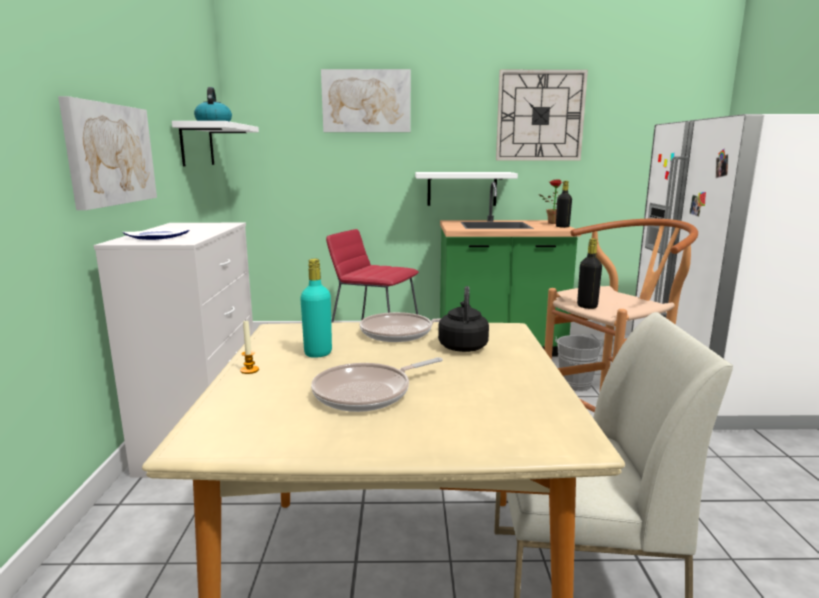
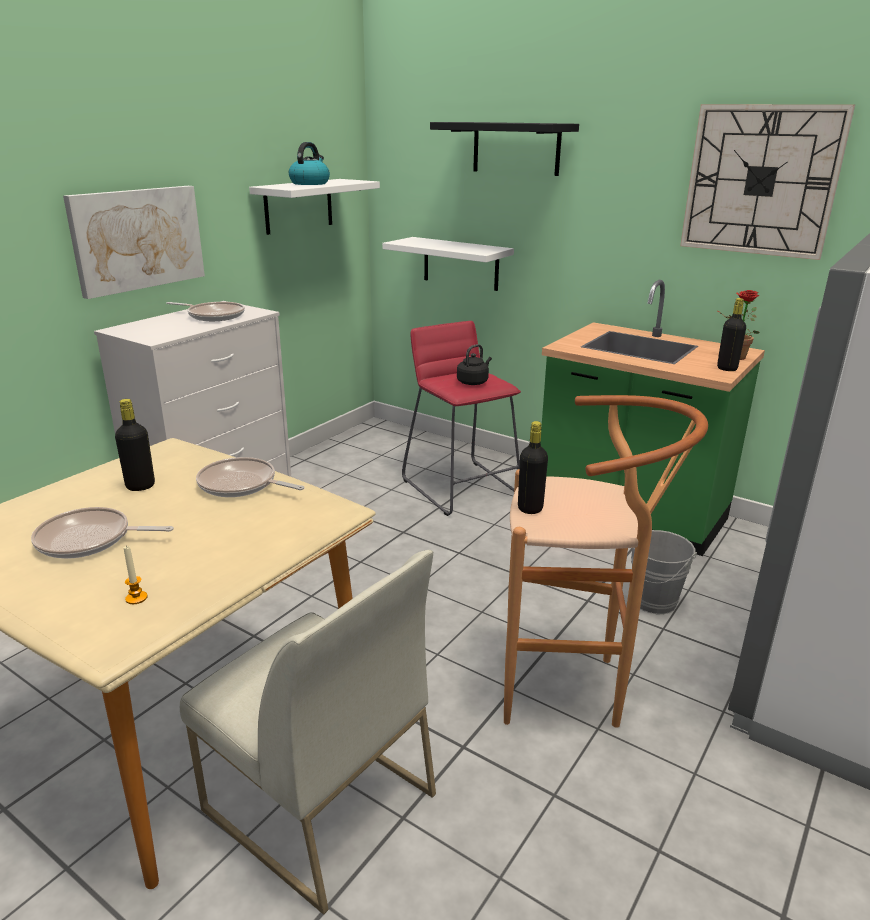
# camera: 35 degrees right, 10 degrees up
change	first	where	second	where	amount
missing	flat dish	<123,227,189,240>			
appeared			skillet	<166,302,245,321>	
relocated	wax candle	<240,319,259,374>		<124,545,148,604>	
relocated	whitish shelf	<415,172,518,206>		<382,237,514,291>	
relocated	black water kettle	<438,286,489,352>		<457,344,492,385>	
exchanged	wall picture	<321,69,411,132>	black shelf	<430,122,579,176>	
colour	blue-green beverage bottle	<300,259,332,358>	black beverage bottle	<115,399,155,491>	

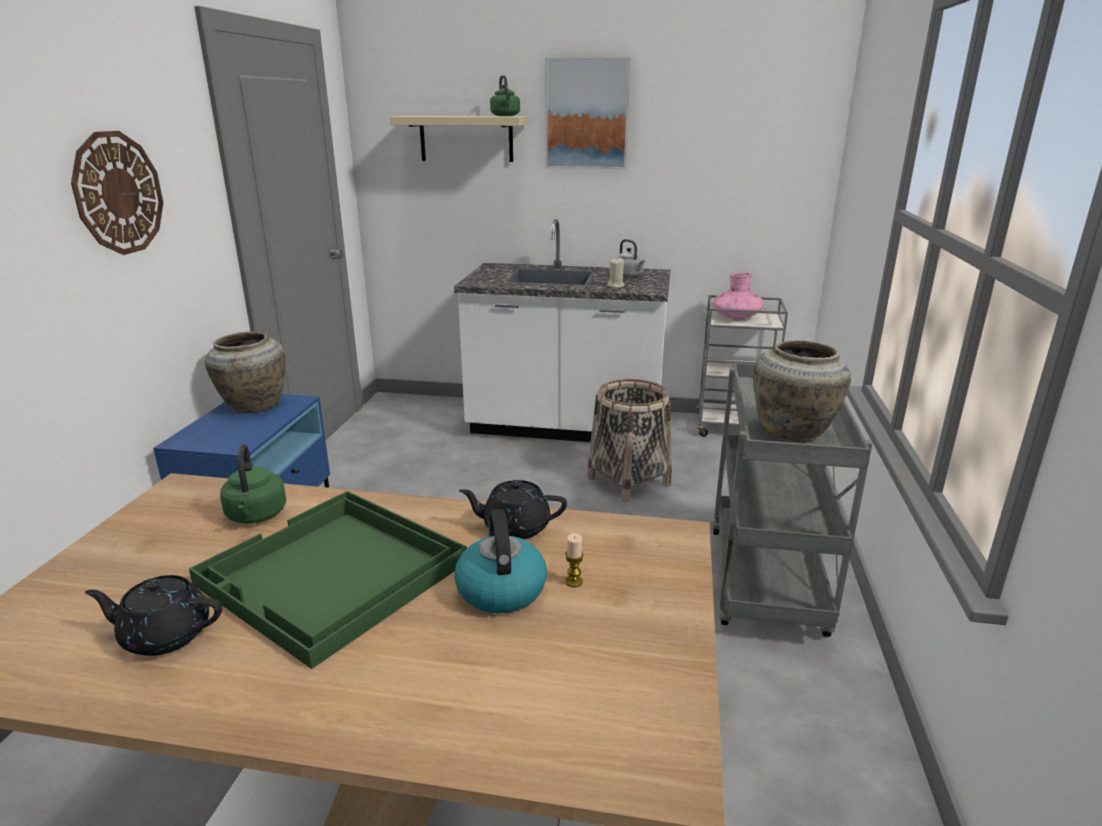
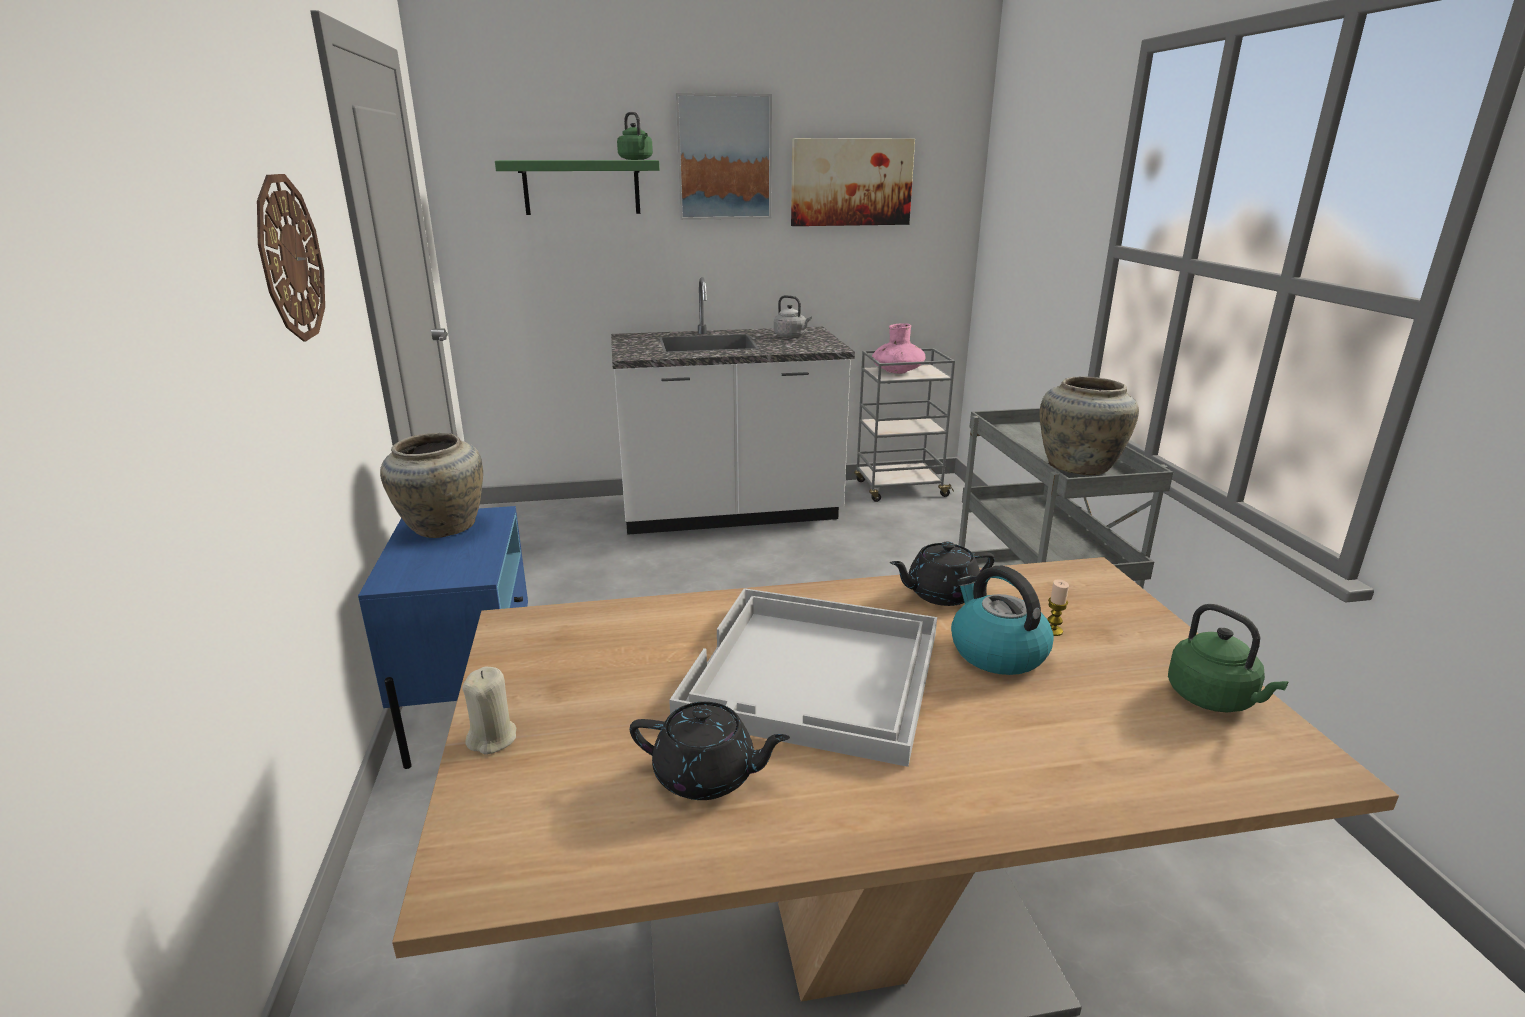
# camera: 20 degrees left, 0 degrees up
change	first	where	second	where	amount
missing	household basket	<587,379,672,502>			
appeared			wall picture	<791,138,915,226>	
relocated	greenish water kettle	<220,444,287,524>		<1168,604,1289,712>	
relocated	beige-coloured wax candle	<607,258,624,288>		<462,666,516,755>	
colour	greenish serving tray	<189,491,467,669>	whitish serving tray	<669,588,937,767>	
colour	beige-coloured shelf	<390,116,528,162>	greenish shelf	<495,160,660,215>	
spun	black teapot	<85,575,222,656>		<630,702,790,800>	150 degrees counterclockwise

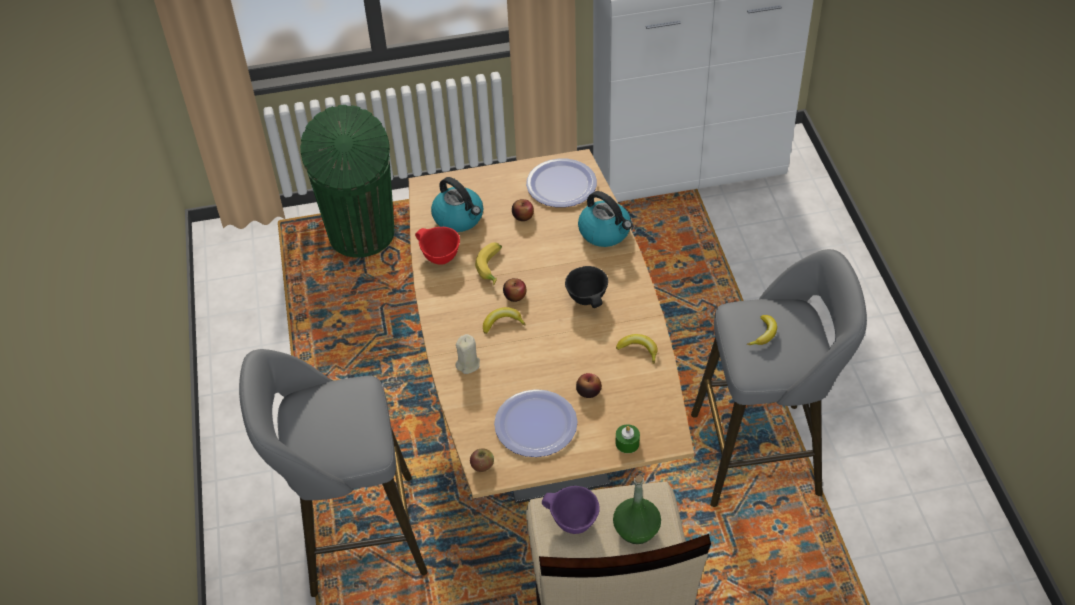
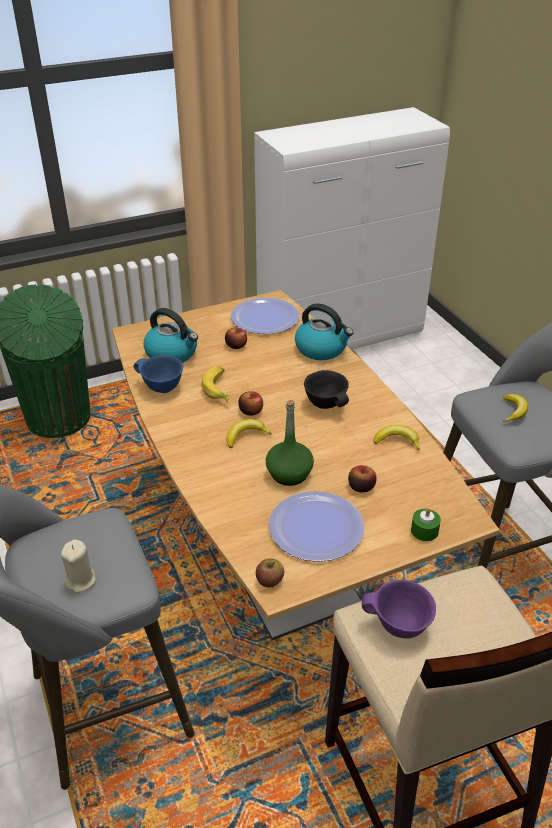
# camera: 15 degrees left, 10 degrees down
change	first	where	second	where	amount
relocated	beige-coloured wax candle	<455,334,480,374>		<61,539,95,593>	
relocated	greenish beverage bottle	<613,475,661,544>		<266,400,314,486>	
colour	reddish serving bowl	<415,227,460,265>	bluish serving bowl	<133,355,183,393>	

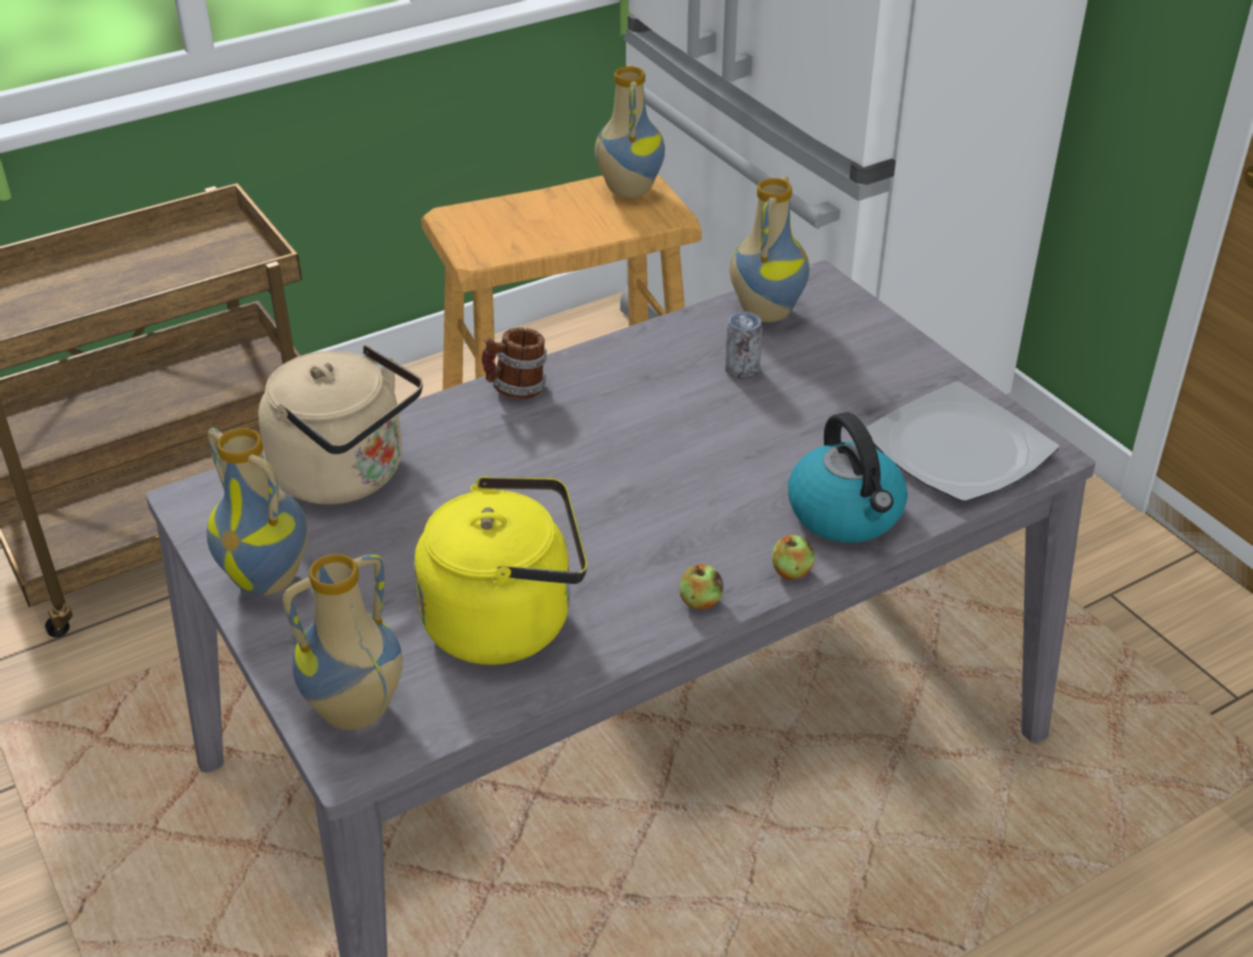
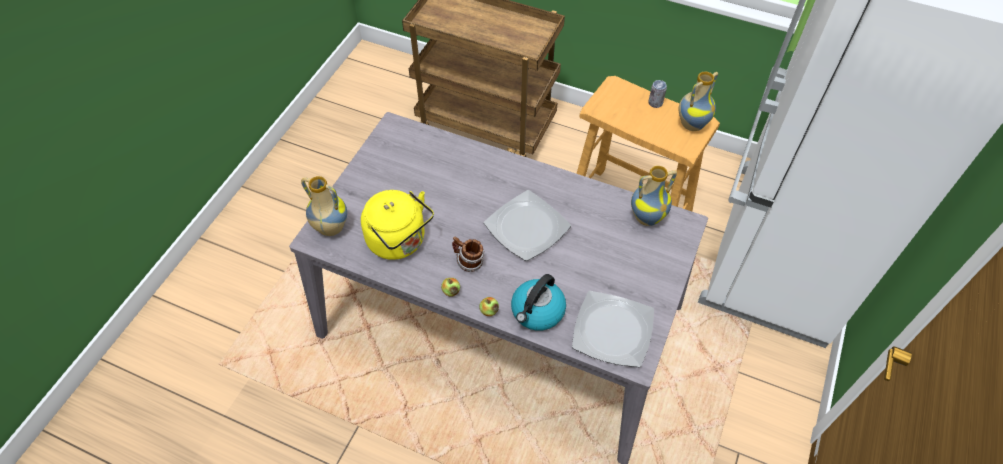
# camera: 55 degrees right, 15 degrees up
change	first	where	second	where	amount
missing	decorative vase	<206,428,308,595>			
missing	beige-coloured water kettle	<258,345,423,505>			
appeared			flat dish	<484,190,571,261>	
relocated	tea mug	<482,327,547,399>		<452,237,485,272>	
relocated	sealed can	<725,312,762,379>		<648,80,667,108>	

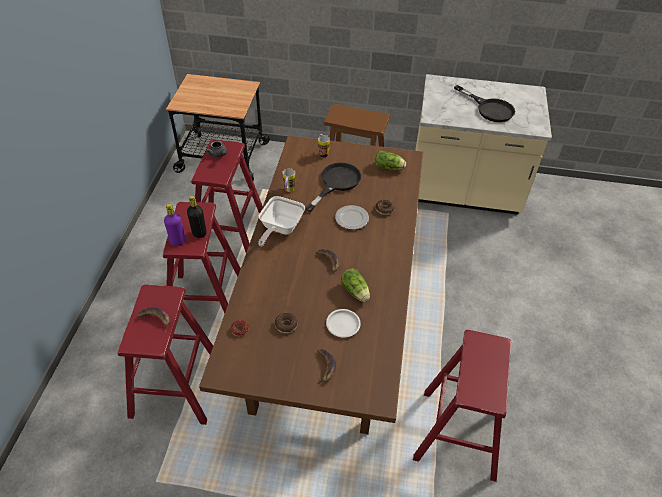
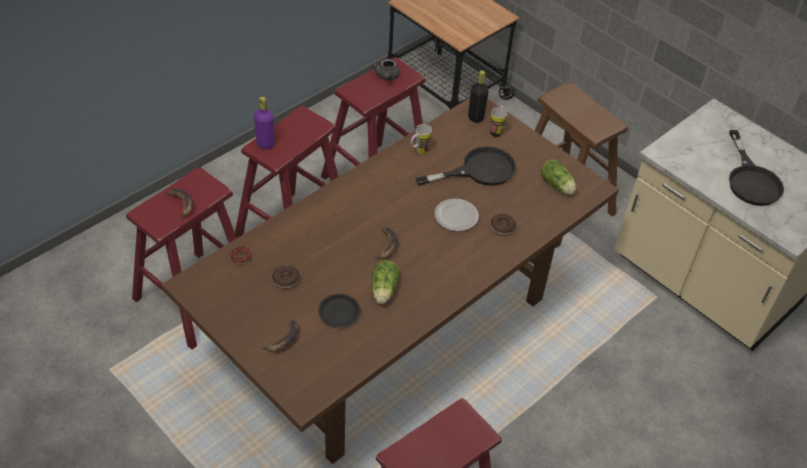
# camera: 35 degrees right, 0 degrees up
change	first	where	second	where	amount
missing	skillet	<258,196,305,247>			
relocated	black beverage bottle	<187,195,207,238>		<468,70,489,123>	
colour	whitish flat dish	<326,309,361,338>	black flat dish	<318,294,360,327>	

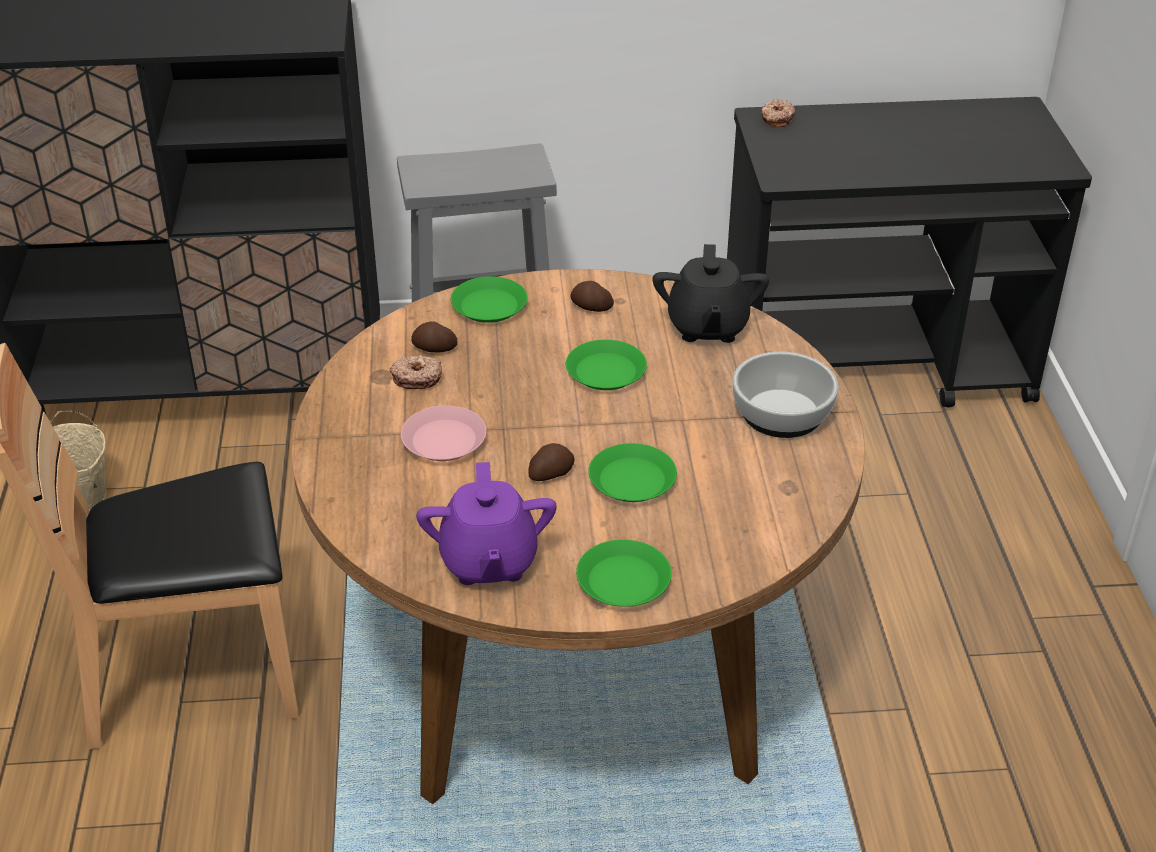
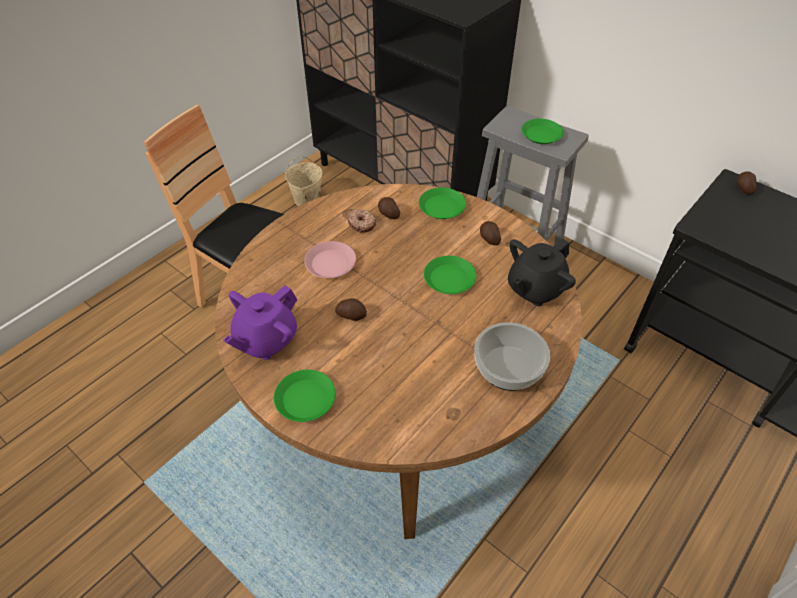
# camera: 45 degrees right, 10 degrees up
change	first	where	second	where	amount
relocated	greenish flat dish	<588,443,677,502>		<522,119,564,144>	
exchanged	doughnut	<761,99,795,127>	spud	<737,171,757,195>	

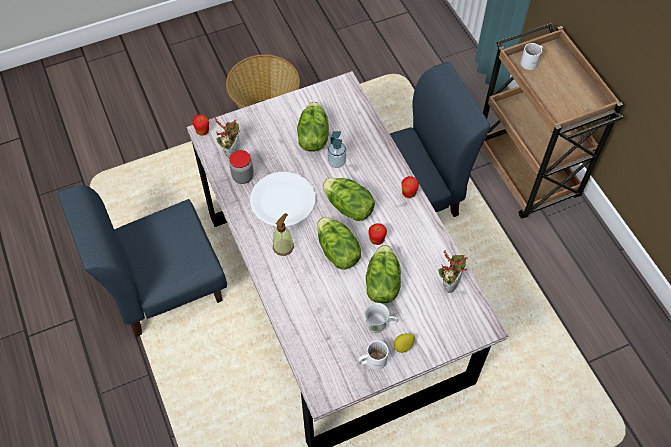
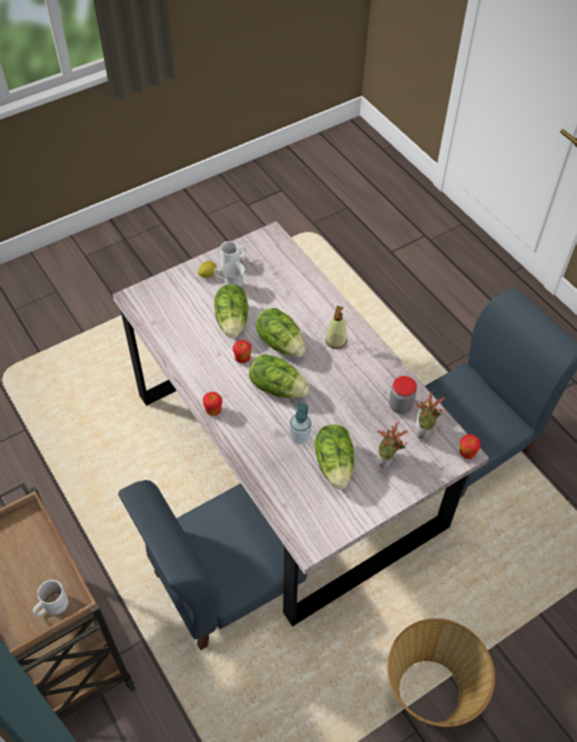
# camera: 170 degrees right, 5 degrees down
change	first	where	second	where	amount
missing	whitish flat dish	<250,172,315,227>			
relocated	houseplant	<438,250,468,293>		<378,422,408,468>	

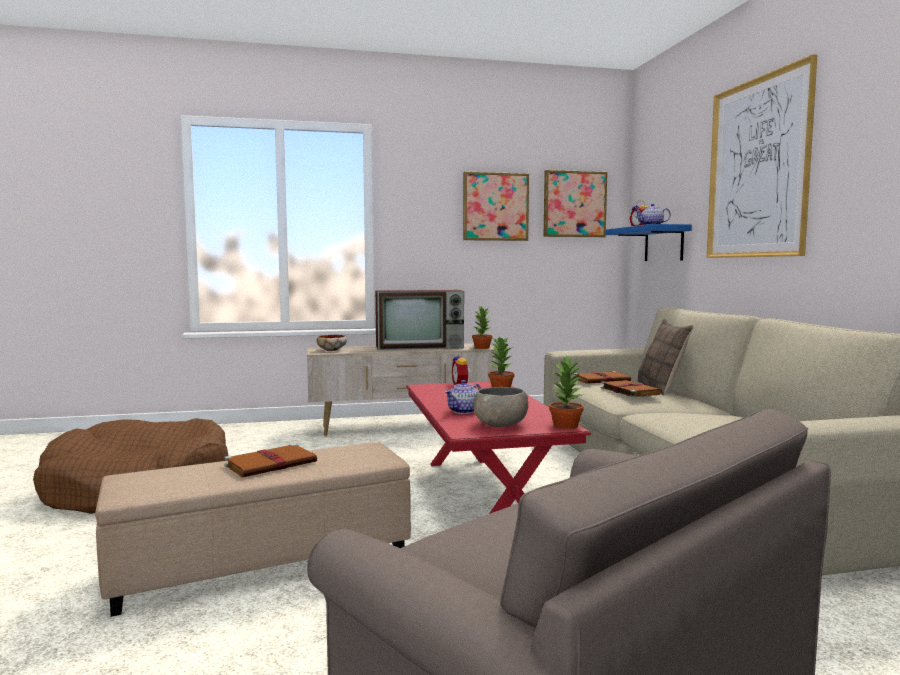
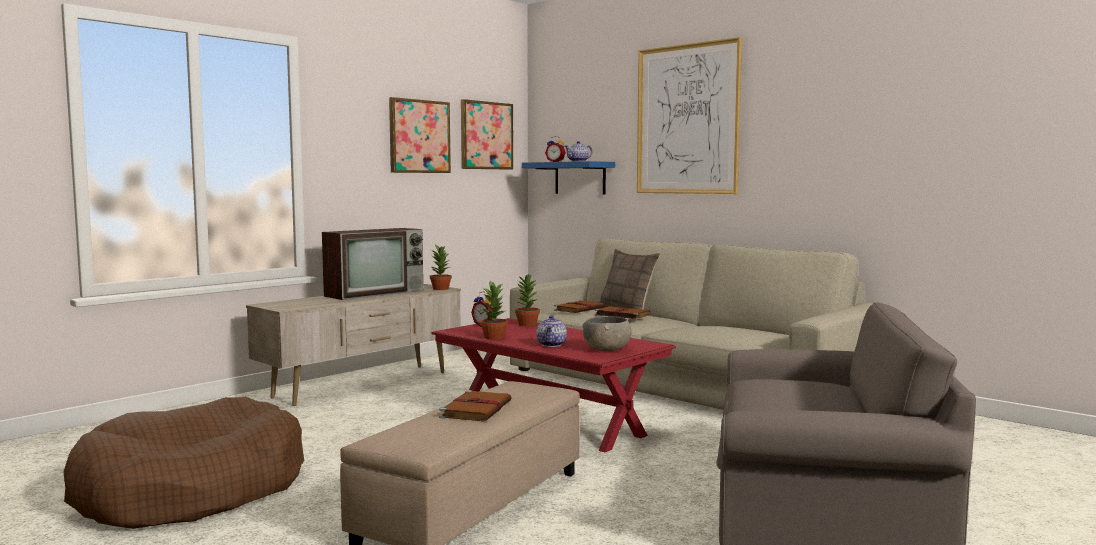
# camera: 35 degrees left, 0 degrees up
change	first	where	second	where	amount
missing	serving bowl	<316,335,347,351>			
relocated	houseplant	<549,356,584,429>		<480,280,508,339>	

